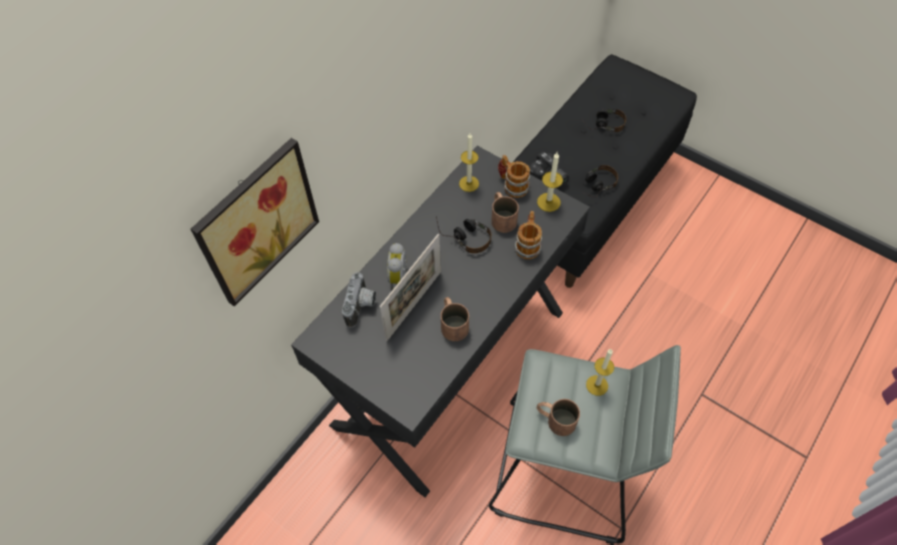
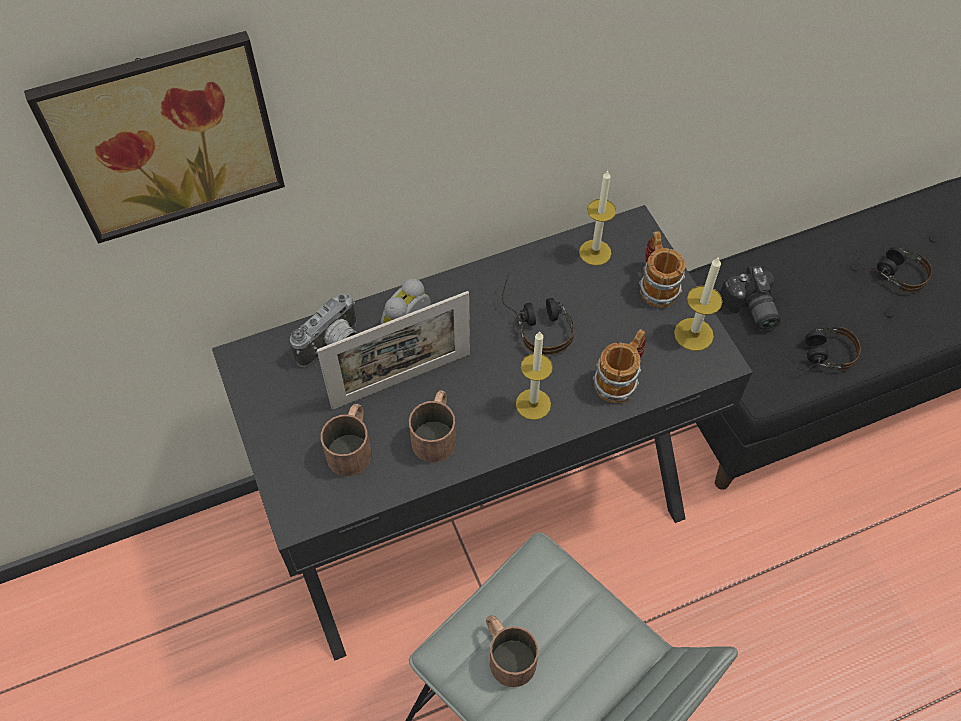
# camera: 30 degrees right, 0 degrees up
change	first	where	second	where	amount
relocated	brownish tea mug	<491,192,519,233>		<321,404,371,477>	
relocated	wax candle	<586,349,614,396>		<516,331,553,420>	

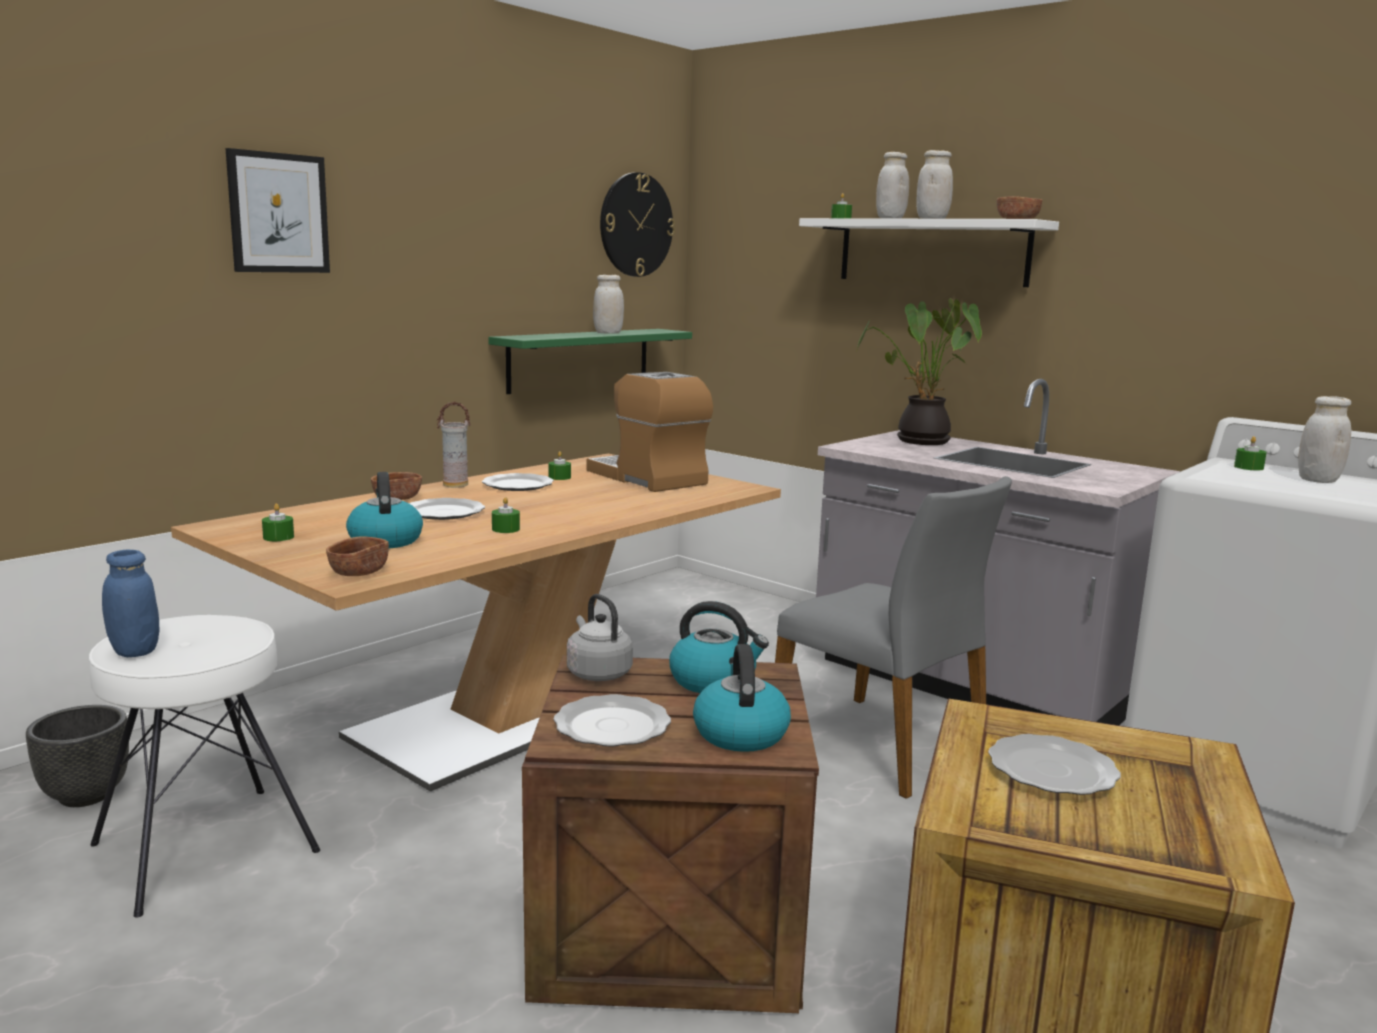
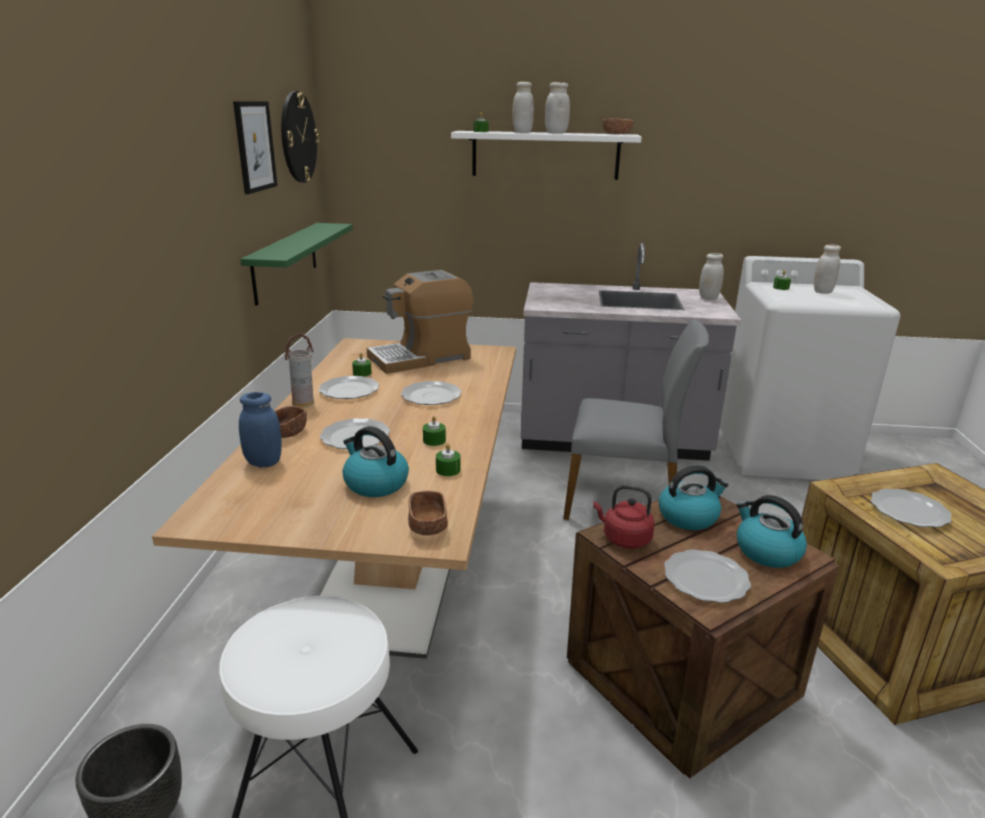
# camera: 35 degrees left, 10 degrees up
change	first	where	second	where	amount
missing	houseplant	<857,298,982,445>			
appeared			flat dish	<401,381,462,405>	
relocated	bluish preserve jar	<102,550,159,657>		<239,392,282,468>	
relocated	wall picture	<225,148,330,273>		<233,101,277,194>	
relocated	greenish wax candle	<262,504,294,541>		<436,444,461,476>	
relocated	whitish preserve jar	<593,275,624,334>		<699,253,724,300>	
colour	grey water kettle	<567,594,633,681>	reddish water kettle	<593,485,655,549>	
spun	coffee brewer	<587,372,713,492>		<367,270,473,374>	45 degrees counterclockwise

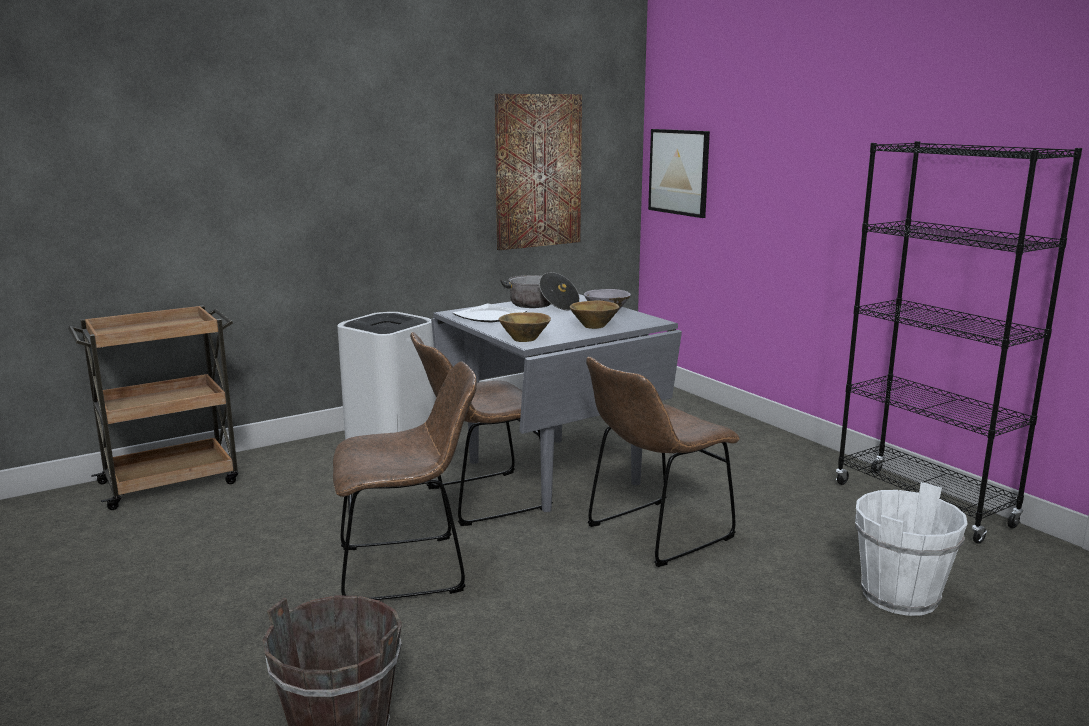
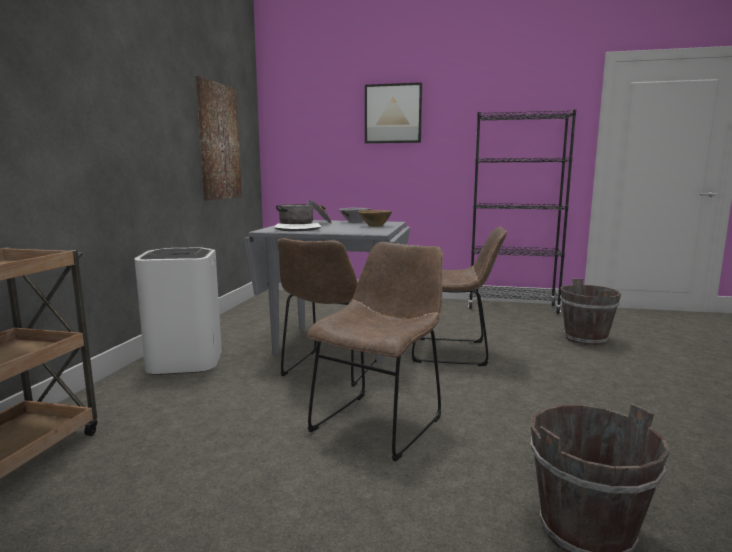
# camera: 45 degrees left, 5 degrees down
change	first	where	second	where	amount
missing	brownish serving bowl	<499,312,551,342>			
relocated	wall picture	<648,129,710,218>		<365,82,422,144>	
colour	whitish pail	<855,482,967,616>	brownish pail	<560,279,621,346>	
spun	brownish upright chair	<586,357,740,567>		<412,227,507,366>	90 degrees counterclockwise

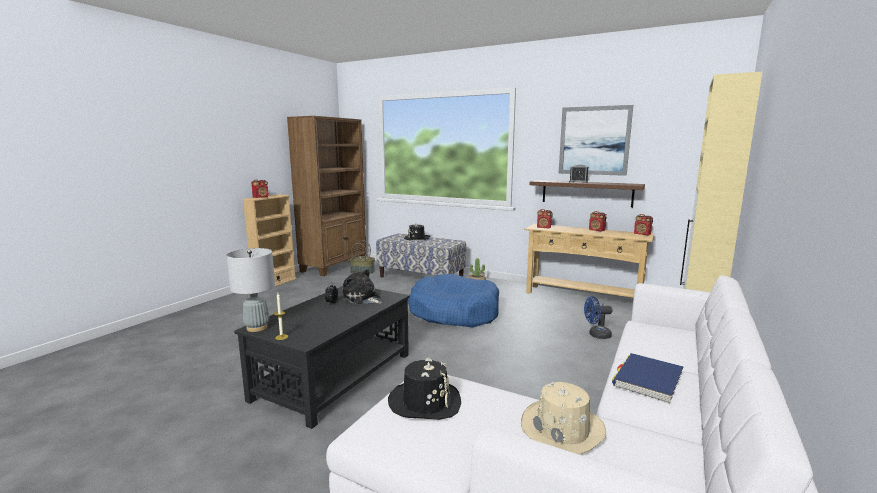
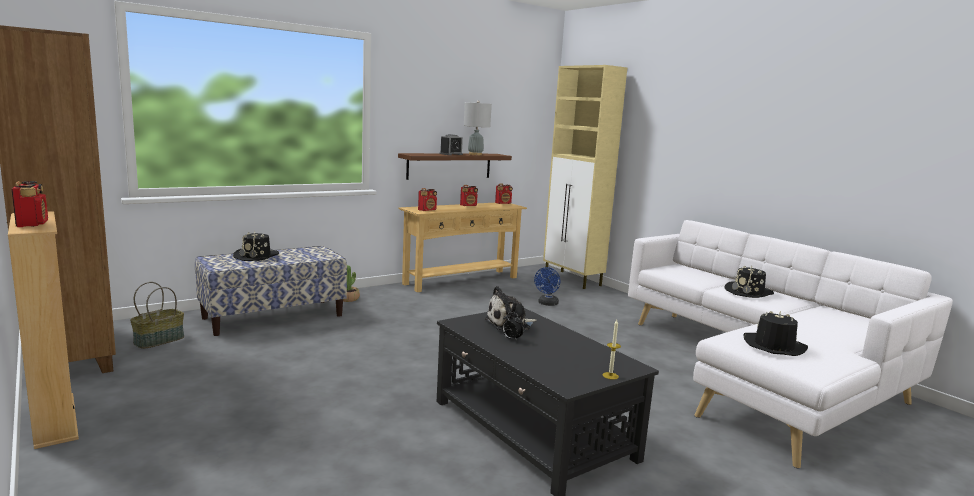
# camera: 65 degrees left, 0 degrees up
change	first	where	second	where	amount
missing	bluish dog bed	<408,274,499,328>			
missing	beige-coloured hat	<521,382,606,455>			
missing	wall picture	<559,105,633,176>			
relocated	grey lamp for a table	<226,248,275,332>		<464,101,492,155>	
exchanged	bluish book	<612,353,684,404>	black hat	<724,266,774,298>	

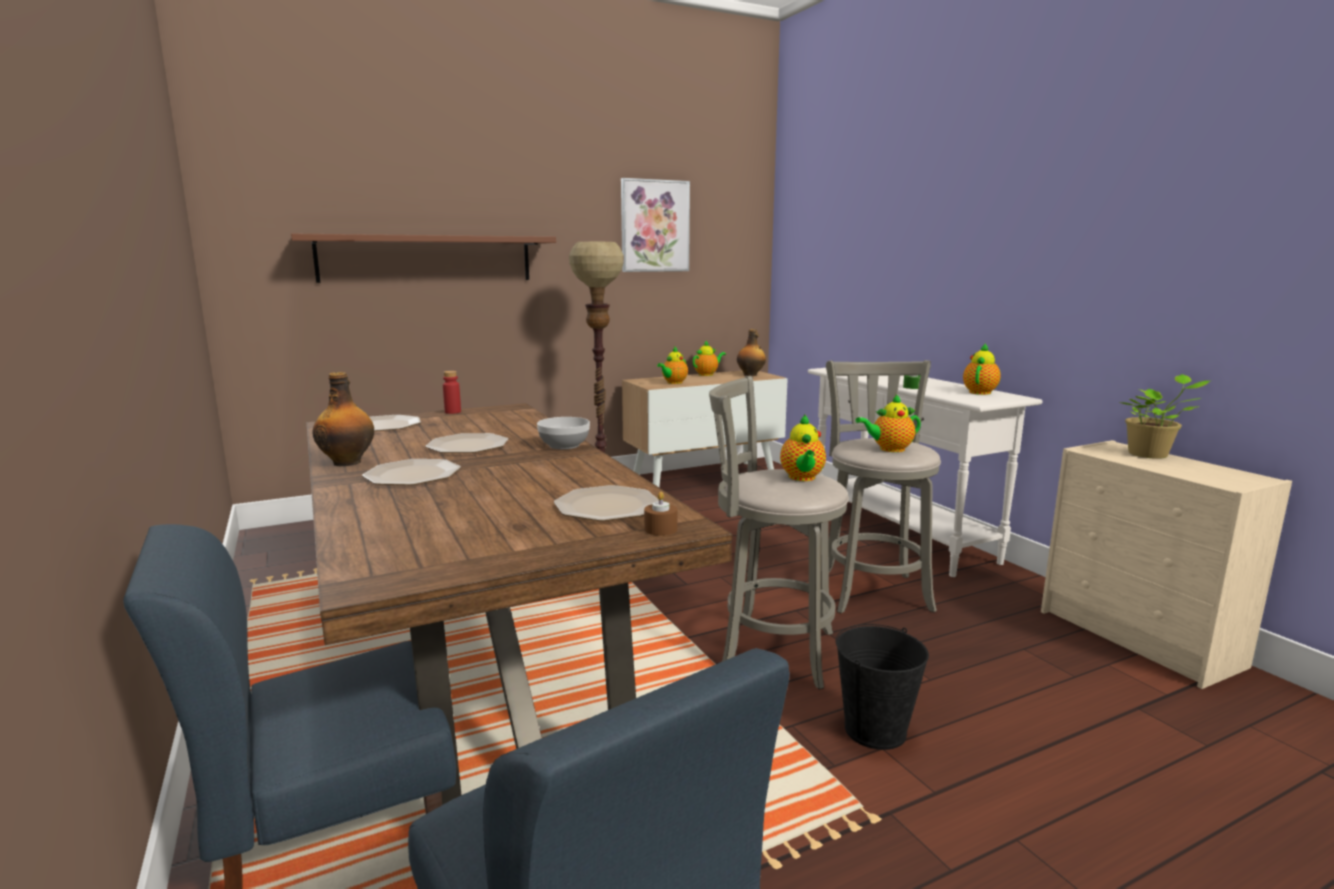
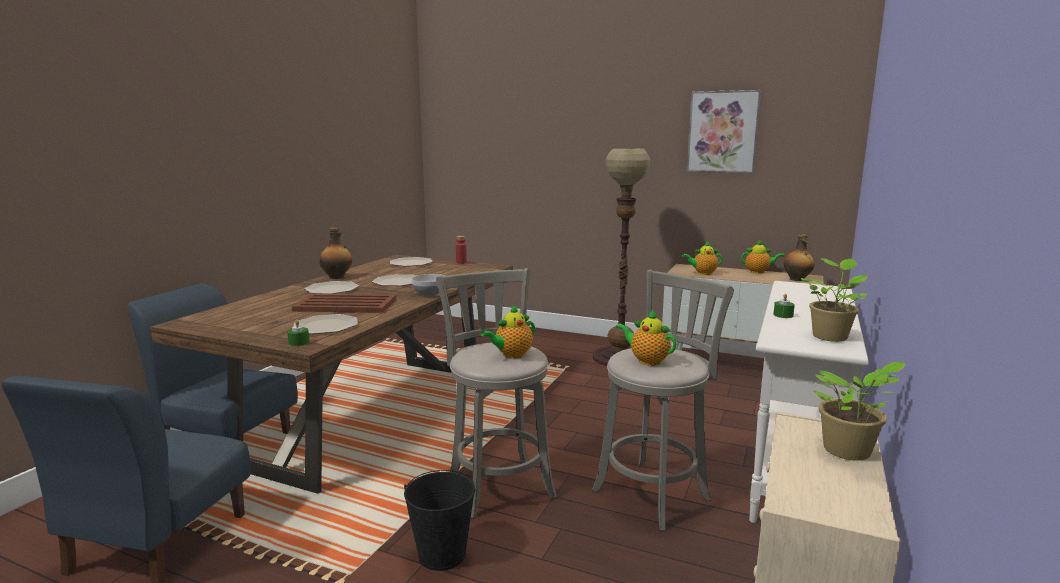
# camera: 50 degrees right, 0 degrees up
change	first	where	second	where	amount
missing	brownish shelf	<291,234,556,283>			
appeared			brownish serving tray	<292,293,397,313>	
exchanged	teapot	<963,343,1001,395>	houseplant	<801,258,867,342>	
colour	brownish wax candle	<644,492,677,536>	greenish wax candle	<287,320,310,346>	

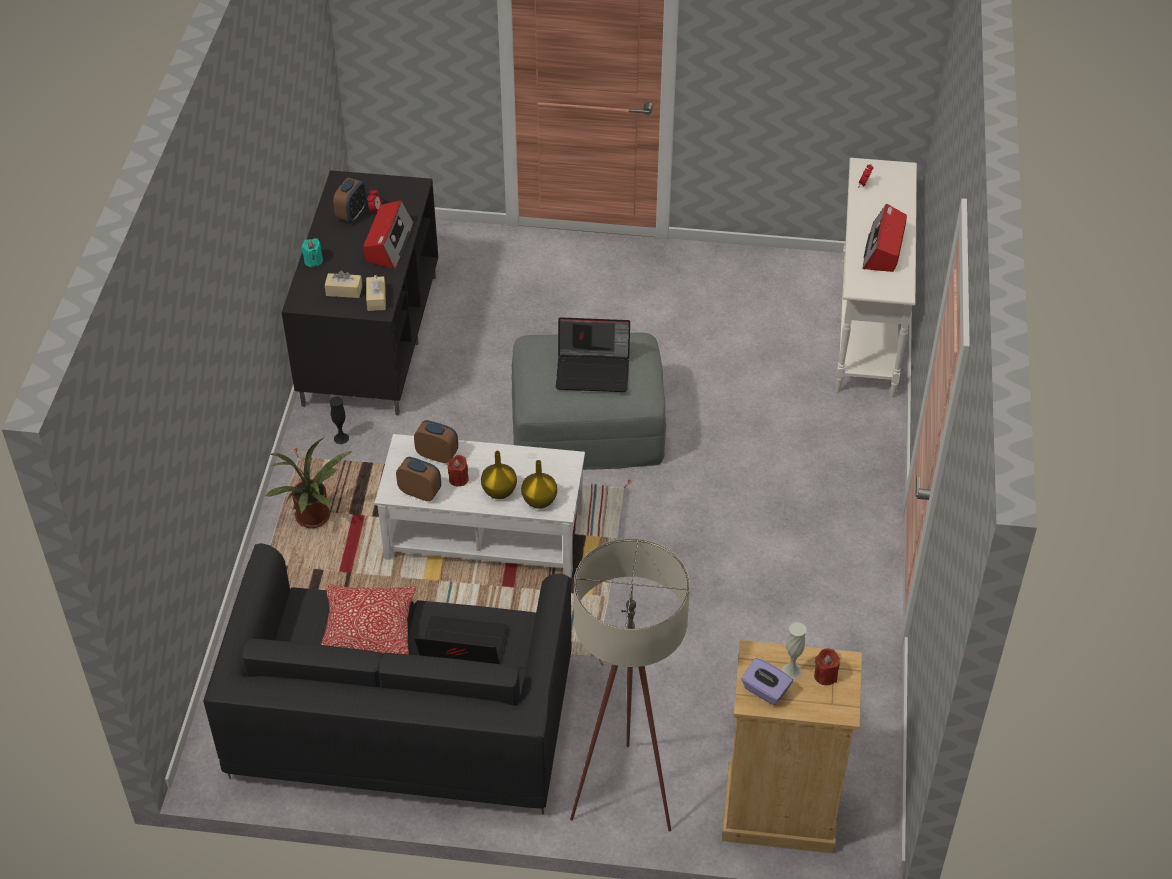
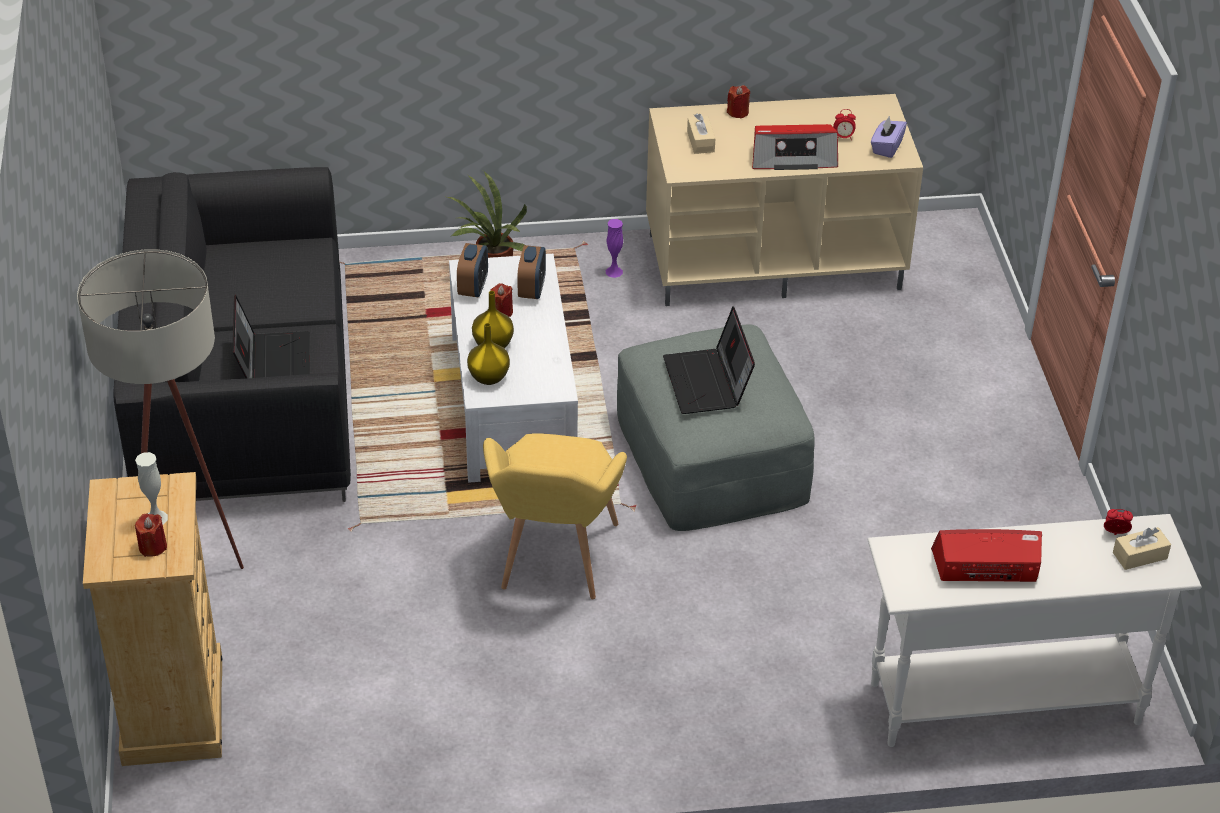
# camera: 75 degrees right, 5 degrees down
change	first	where	second	where	amount
missing	throw pillow	<320,584,416,654>			
missing	alarm clock	<333,178,367,222>			
appeared			yellow-coloured armchair	<483,433,627,599>	
relocated	beige-coloured box of tissues	<366,275,386,311>		<1113,527,1171,570>	
relocated	purple-coloured box of tissues	<741,658,793,705>		<871,116,907,158>	
colour	black tv stand	<282,170,438,415>	beige-coloured tv stand	<646,94,923,306>	
colour	blue-green wax candle	<301,238,323,268>	reddish wax candle	<727,85,750,118>	
colour	black decorative vase	<329,397,349,444>	purple-coloured decorative vase	<606,219,623,278>	

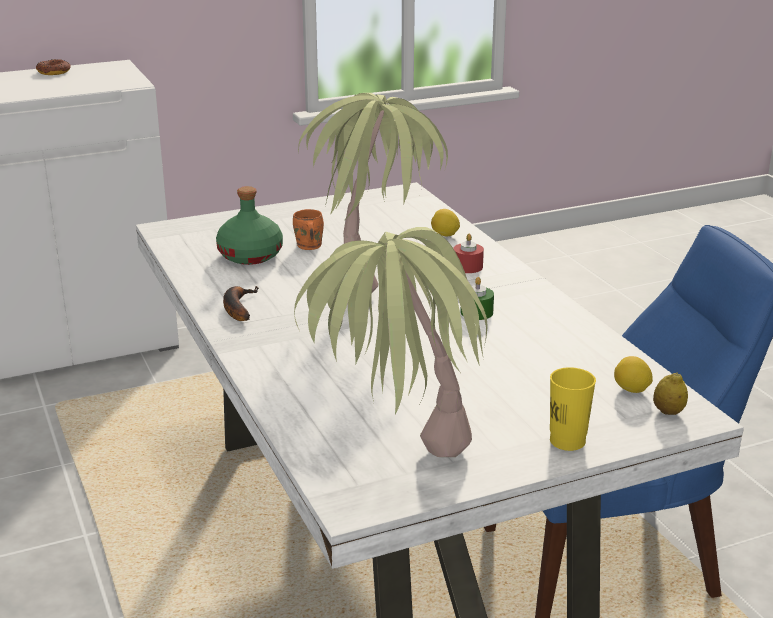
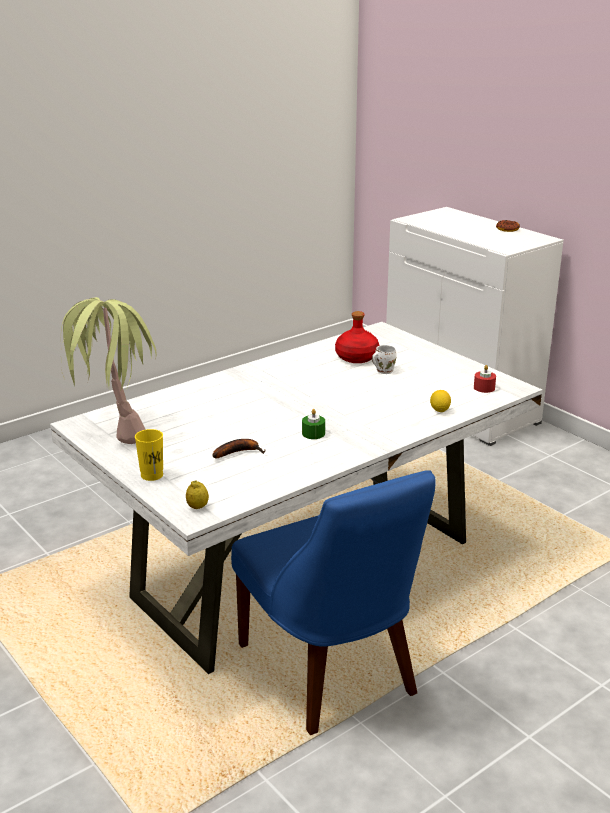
# camera: 75 degrees right, 0 degrees up
change	first	where	second	where	amount
missing	houseplant	<298,93,448,293>			
missing	whole lemon	<614,356,653,393>			
relocated	banana fruit	<223,286,258,321>		<212,439,265,458>	
relocated	reddish wax candle	<453,234,484,273>		<474,365,496,393>	
colour	greenish beverage bottle	<216,186,283,265>	reddish beverage bottle	<335,311,380,363>	
colour	orangey tea mug	<293,209,324,250>	whitish tea mug	<372,345,397,374>	

